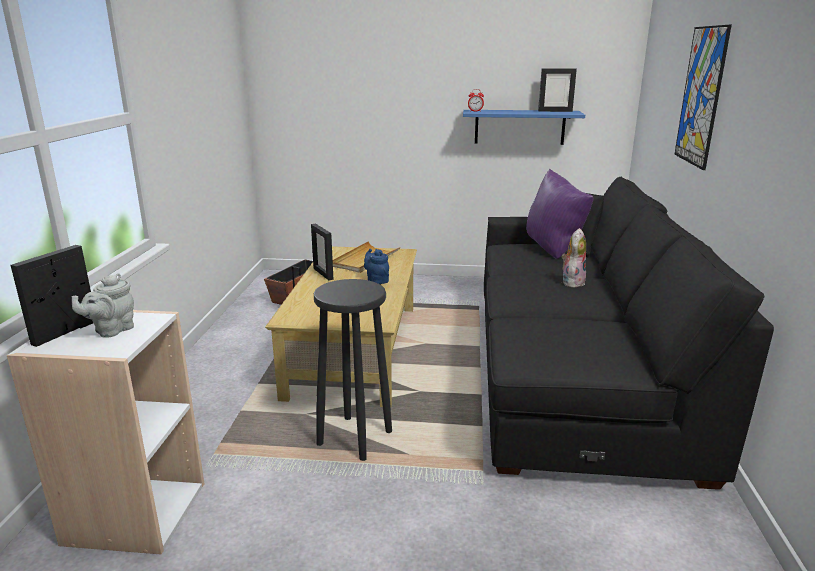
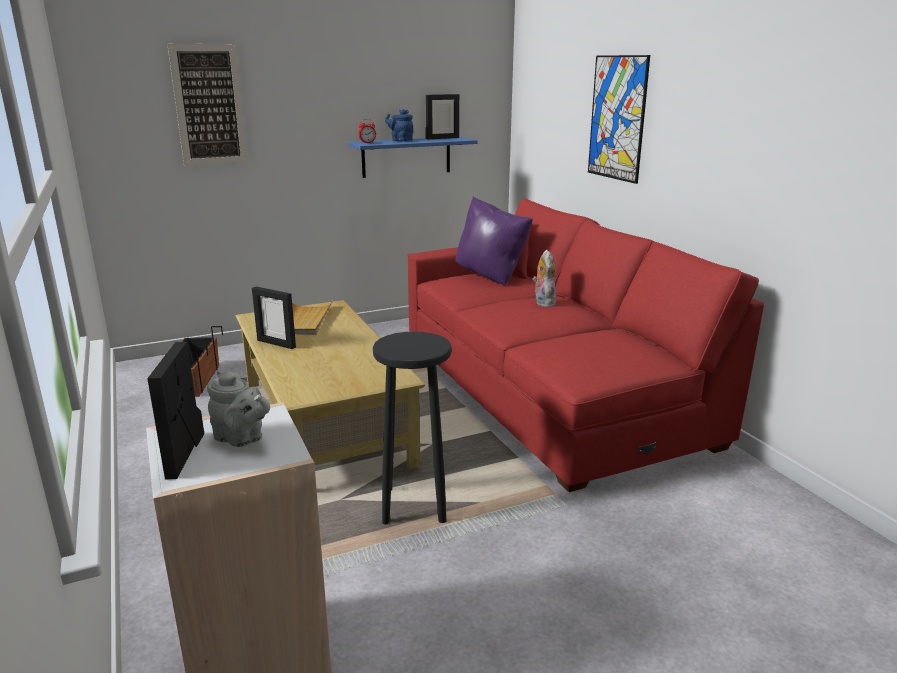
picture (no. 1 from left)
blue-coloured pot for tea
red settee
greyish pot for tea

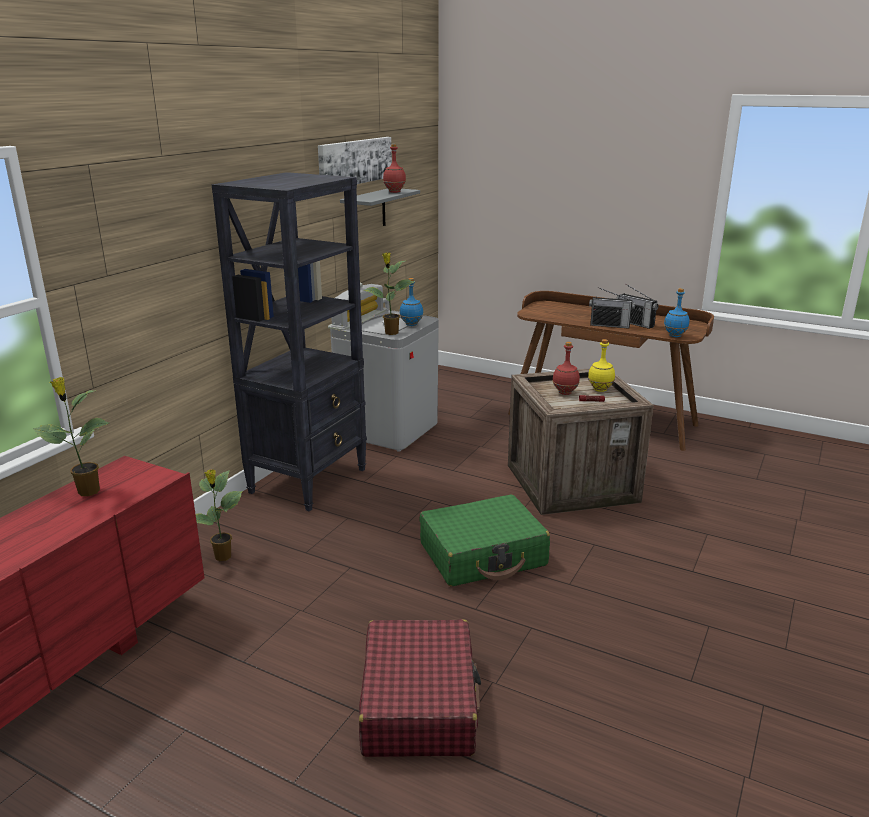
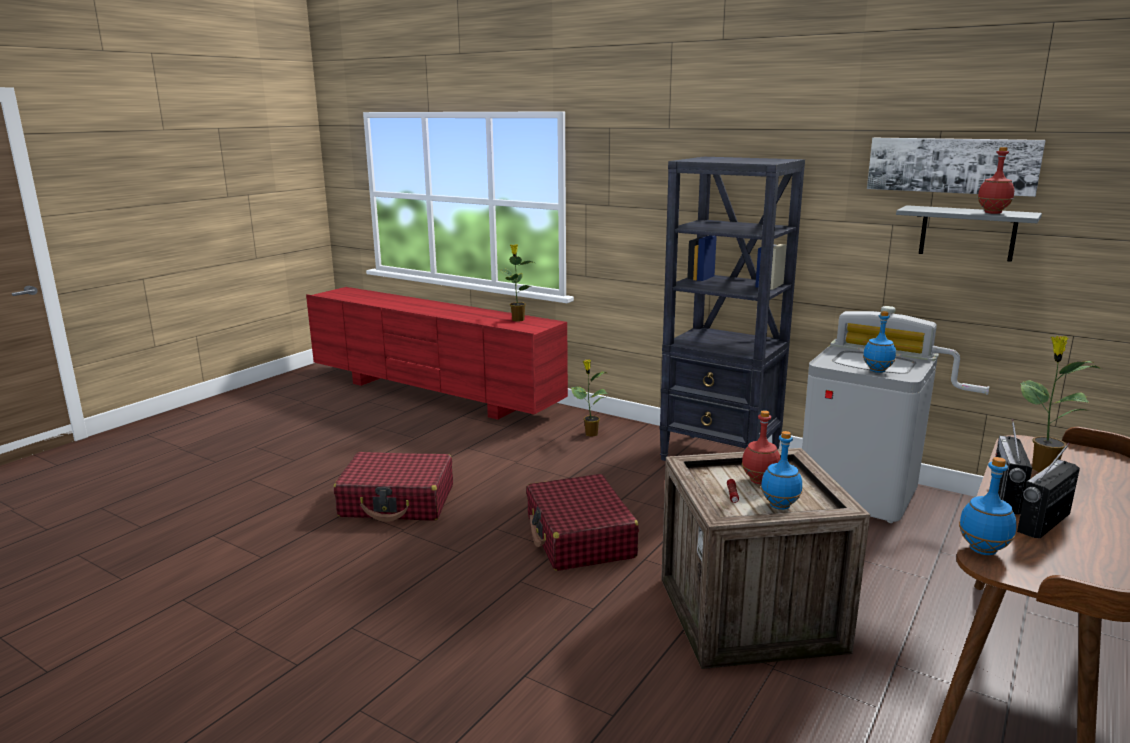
potted plant (no. 3 from left)
red travel case (no. 2 from left)
blue-coloured drink bottle (no. 1 from left)

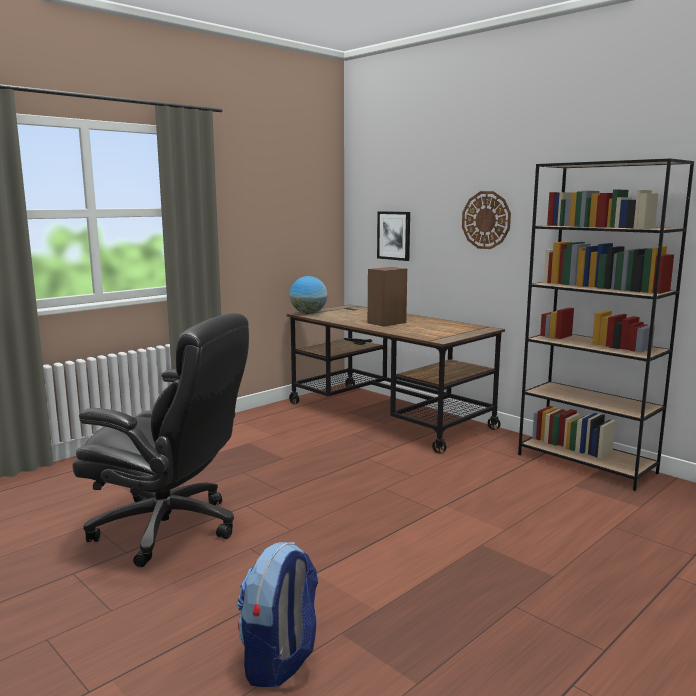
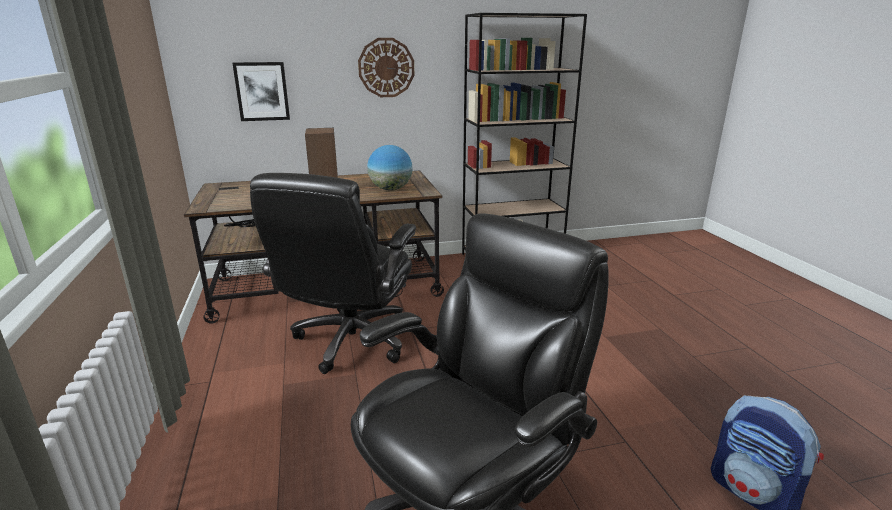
blackish computer chair (no. 1 from left)
world globe

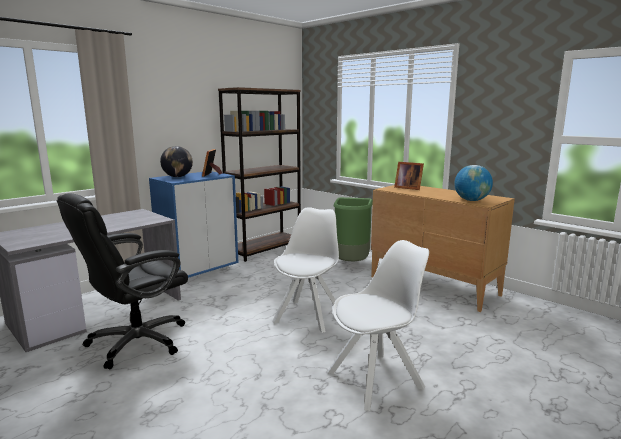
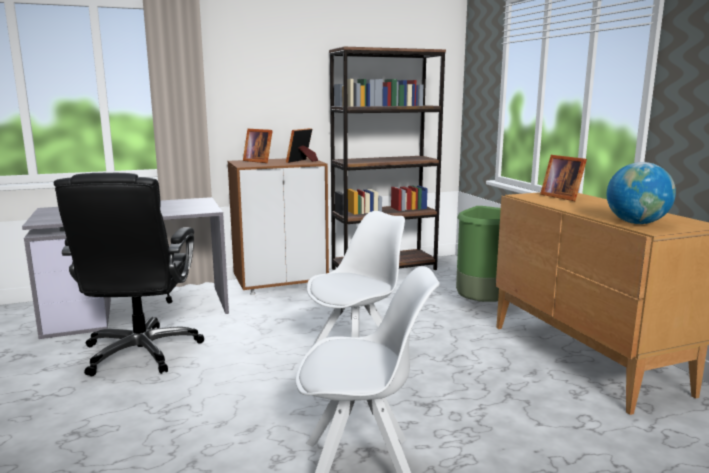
photo frame (no. 1 from left)
brownish cabinet (no. 1 from left)
blackish computer chair

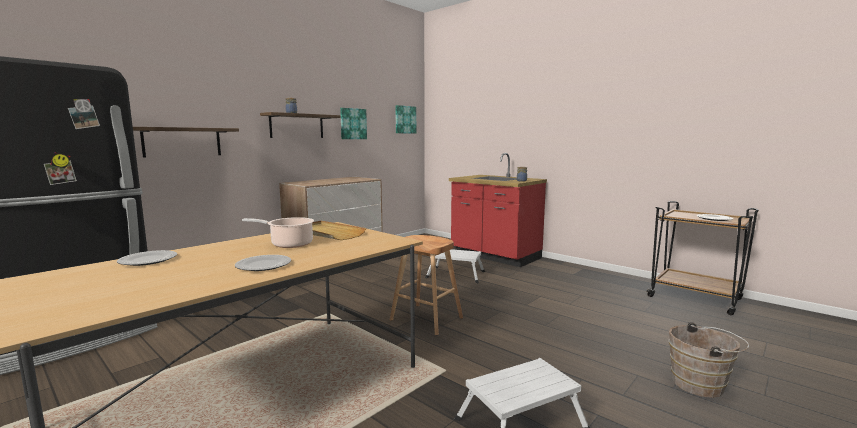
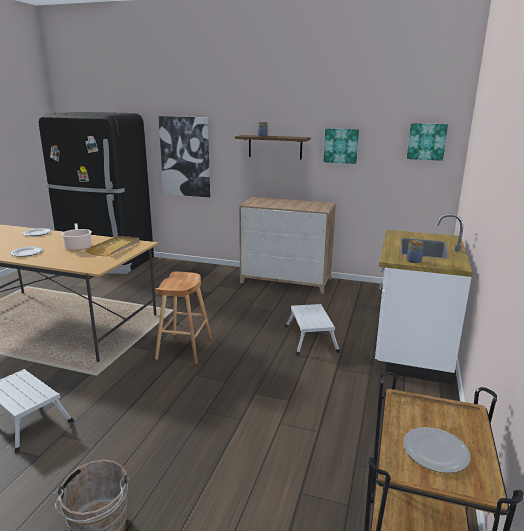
picture (no. 1 from left)
whitish kitchen base unit

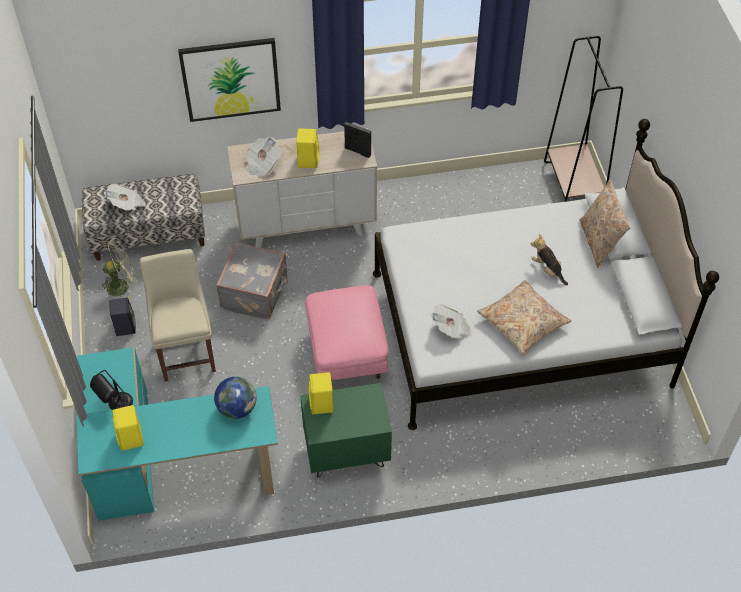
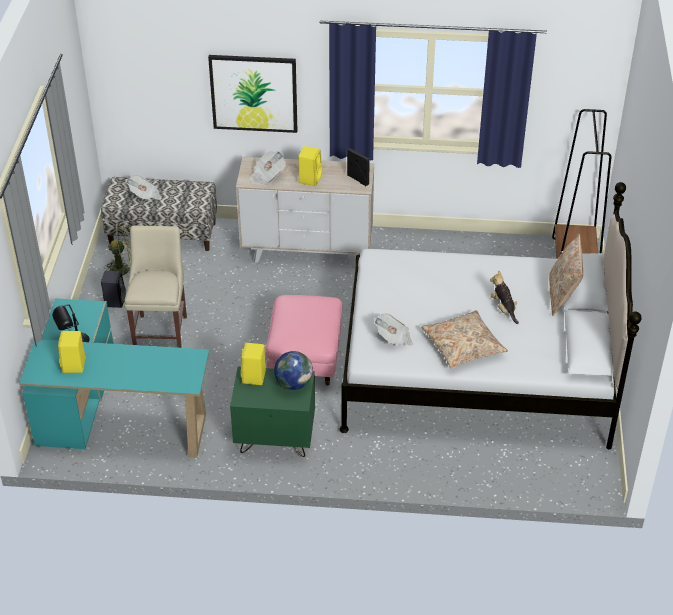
greyish travel case
world globe

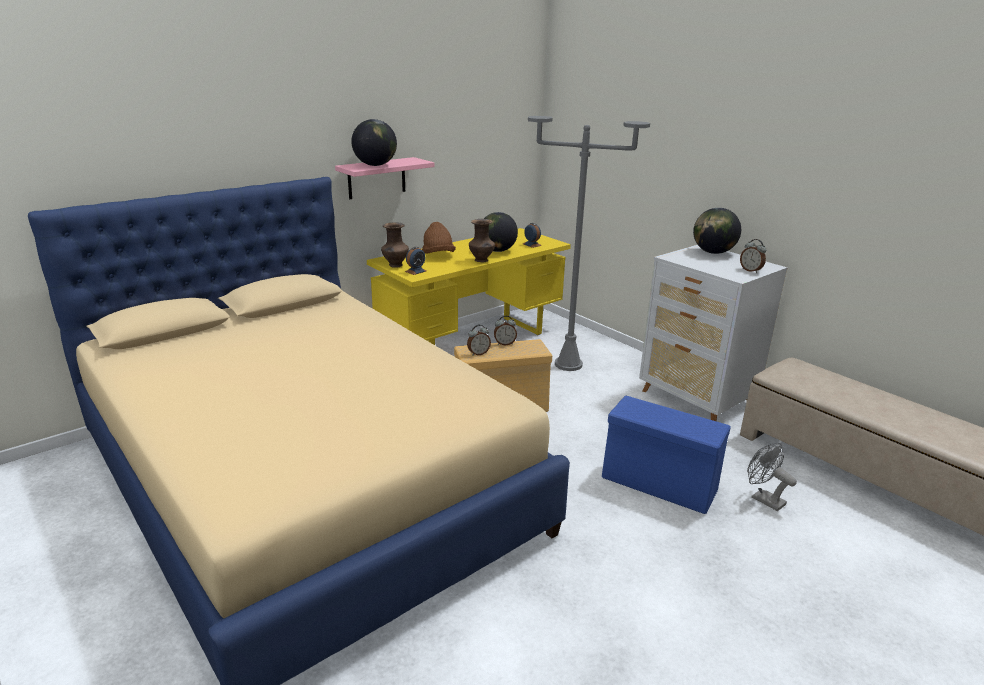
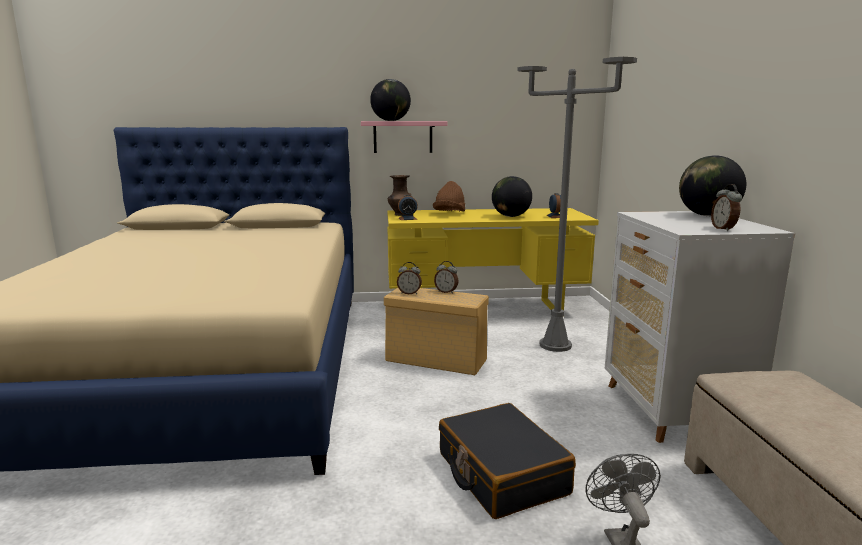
brownish flower vase (no. 2 from left in the first image)
blackish travel case

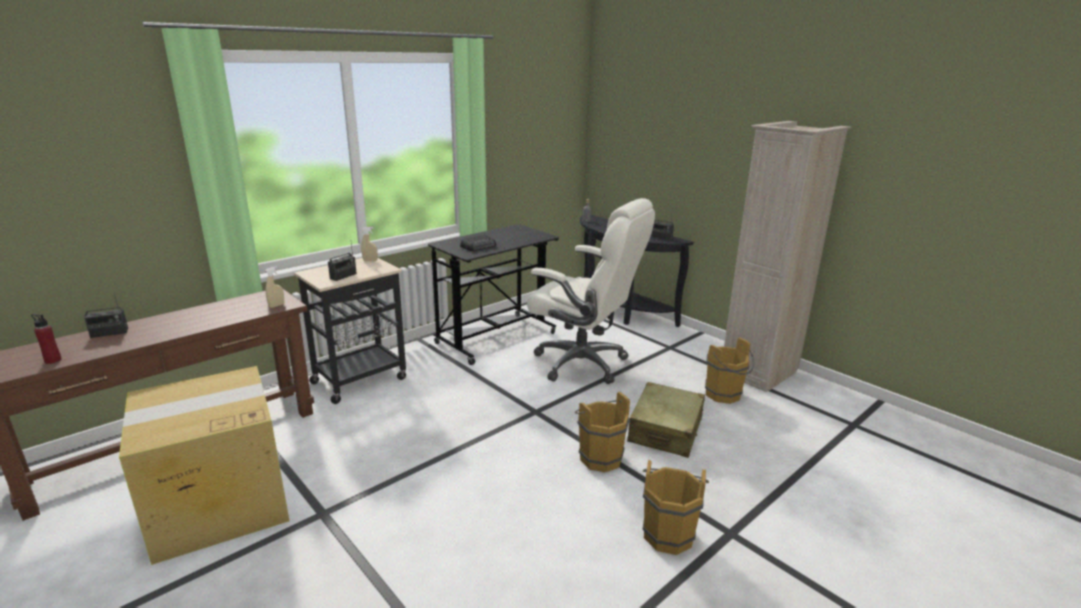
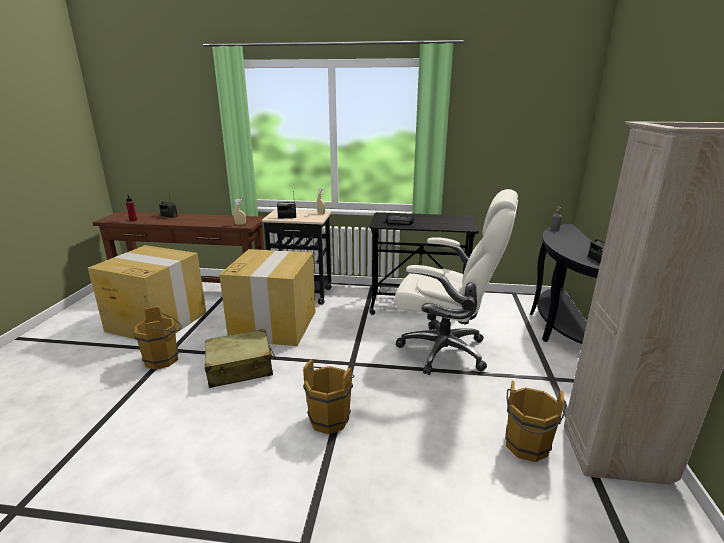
carton (no. 2 from left)
beige-coloured travel case
brownish pail (no. 1 from left)
whitish computer chair

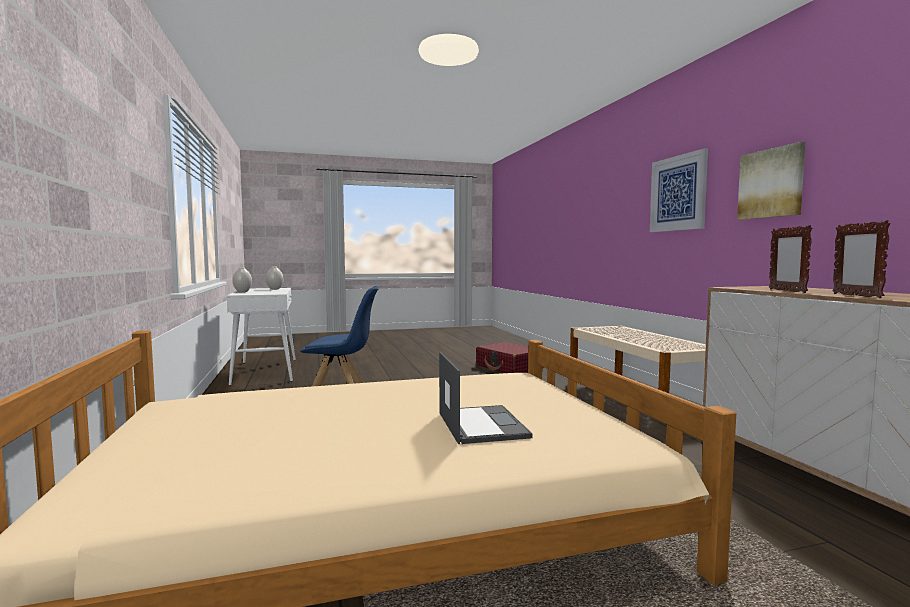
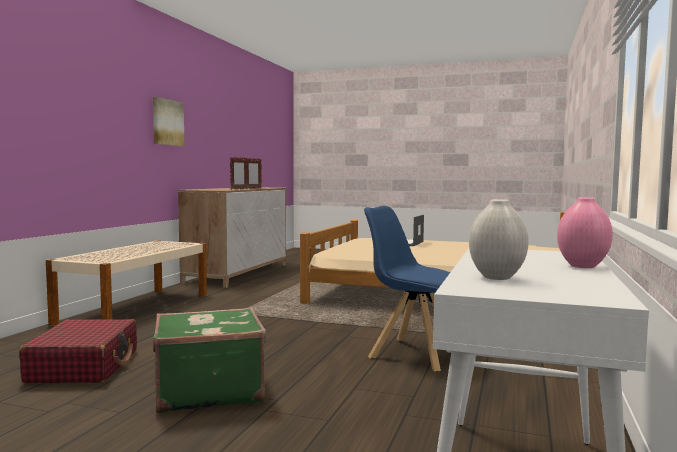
picture (no. 1 from left in the first image)
green-coloured travel case
pinkish flower vase

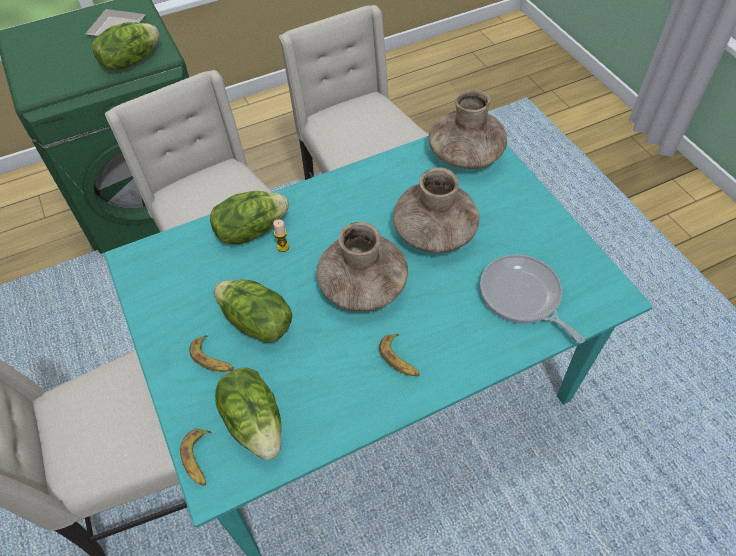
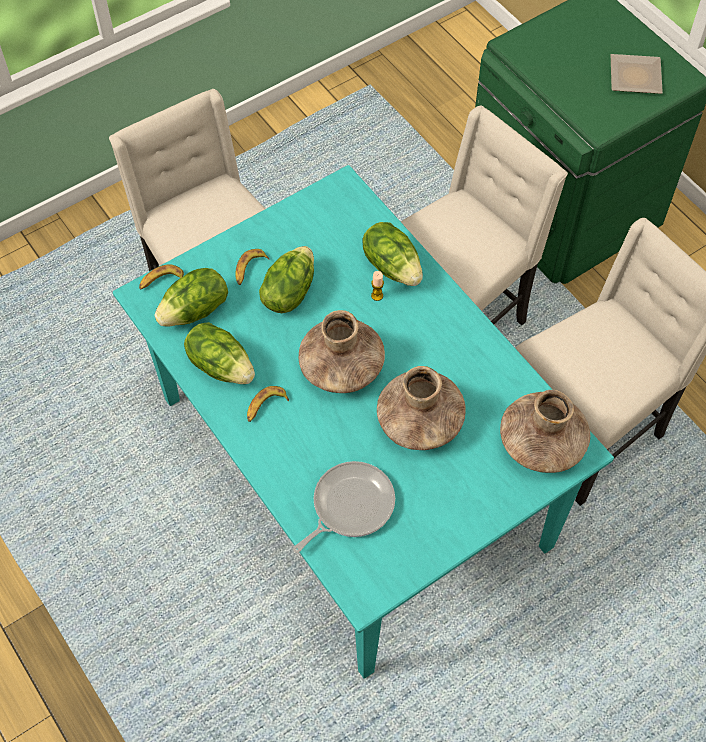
head of lettuce (no. 2 from left)

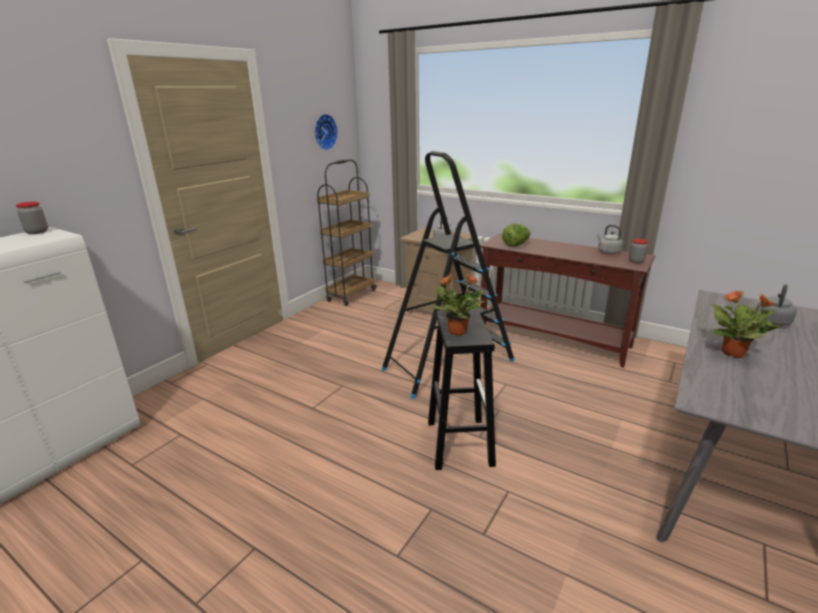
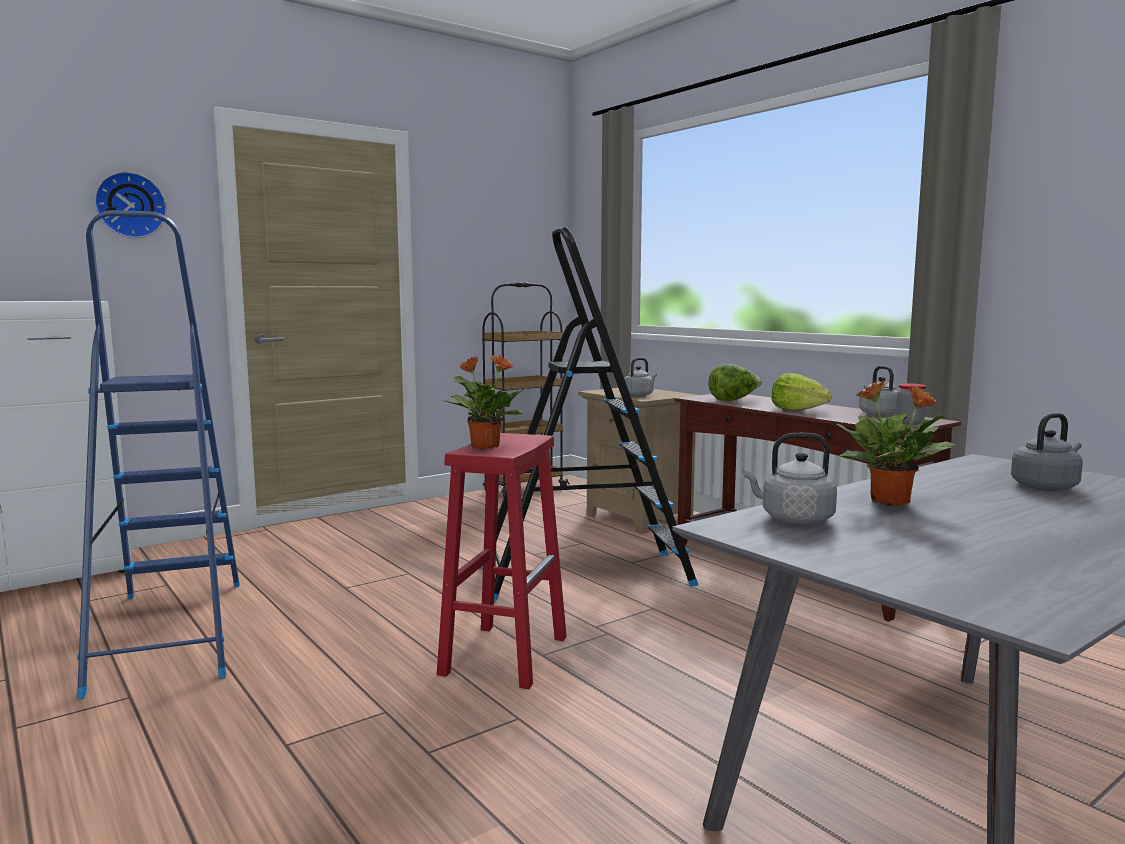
jar (no. 1 from left in the first image)
blue-coloured step stool
greyish tea kettle (no. 2 from left)
head of lettuce (no. 2 from left)
wall clock
red sitting stool

